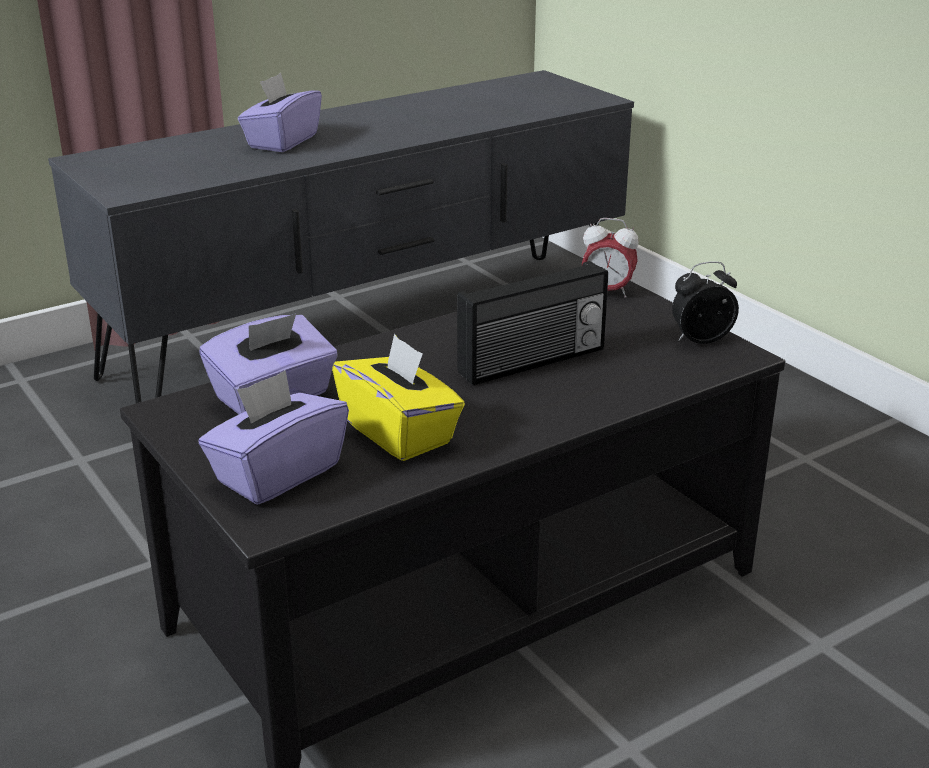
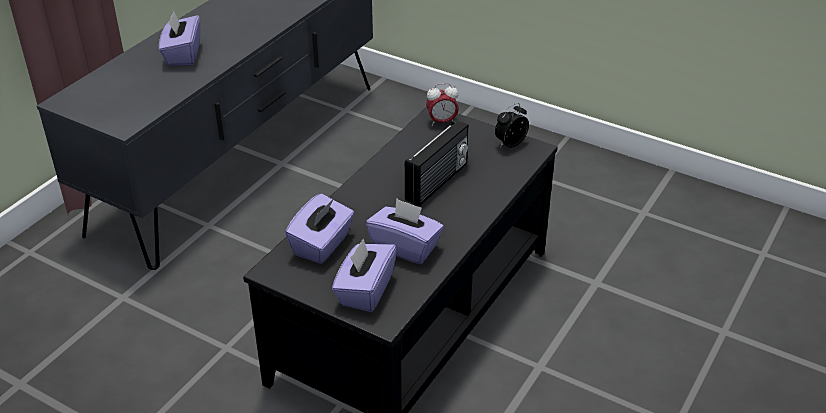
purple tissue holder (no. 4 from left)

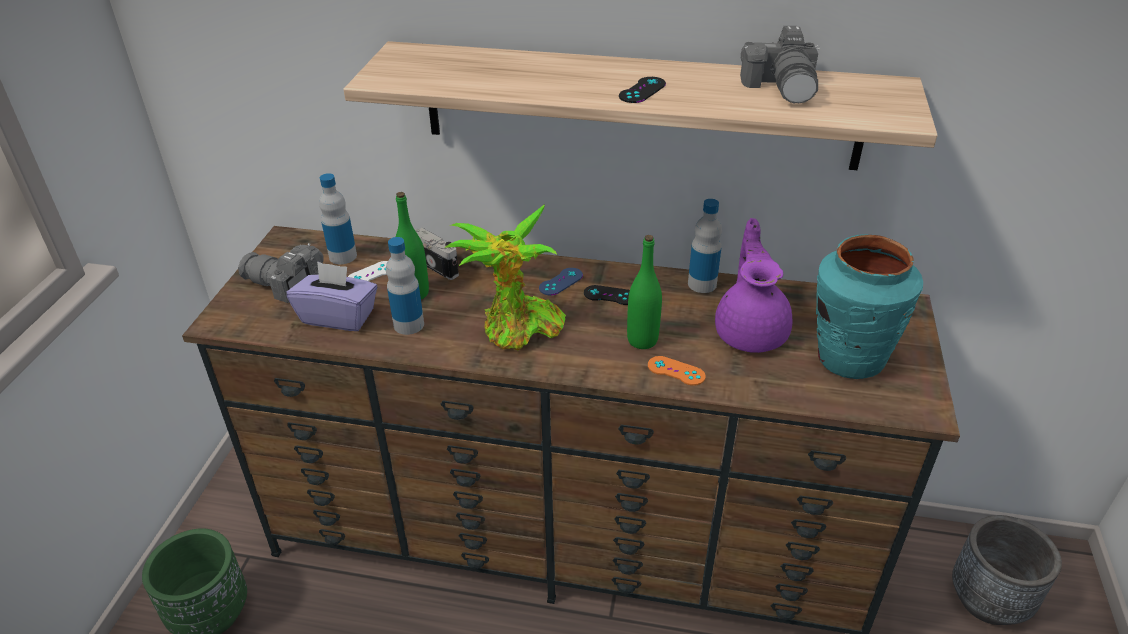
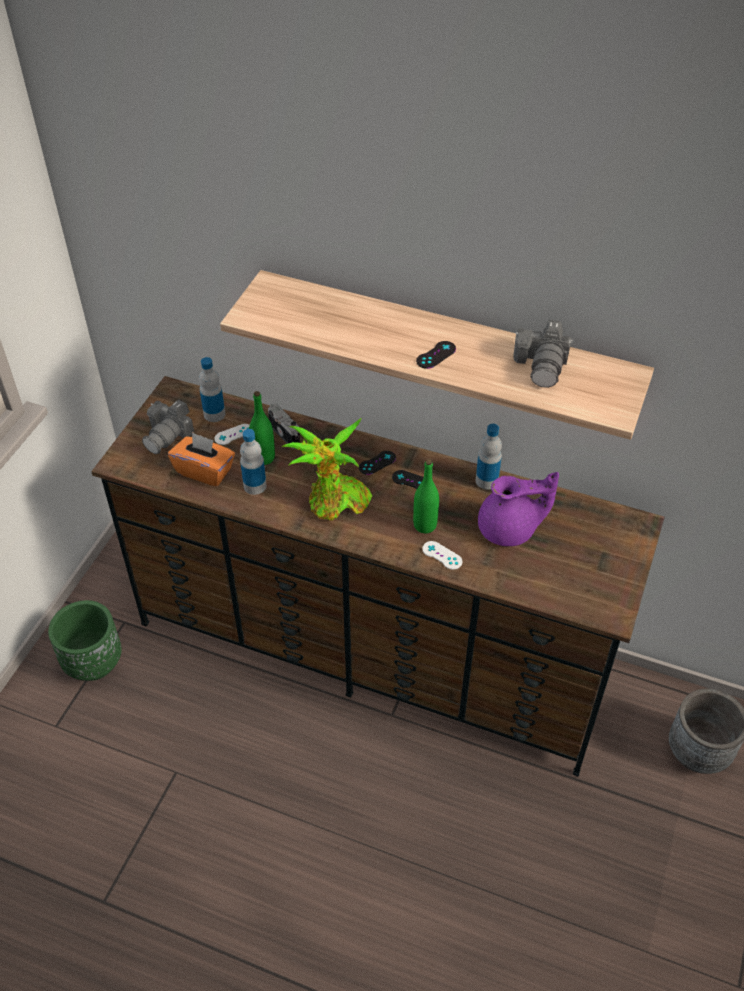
blue-green flower vase
orange tissue holder
blackish game controller (no. 1 from left)
whitish game controller (no. 2 from left)
still camera (no. 1 from left)
purple pot for tea

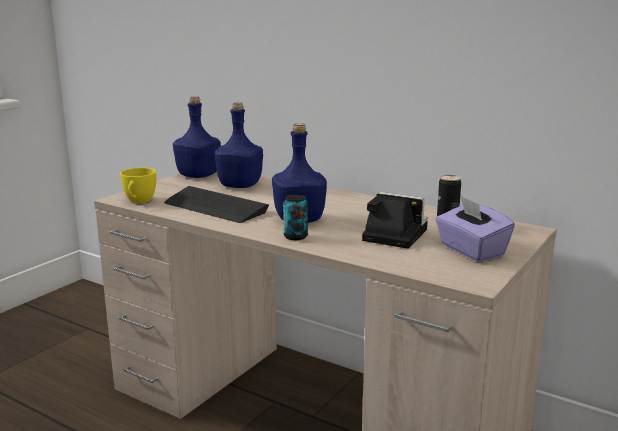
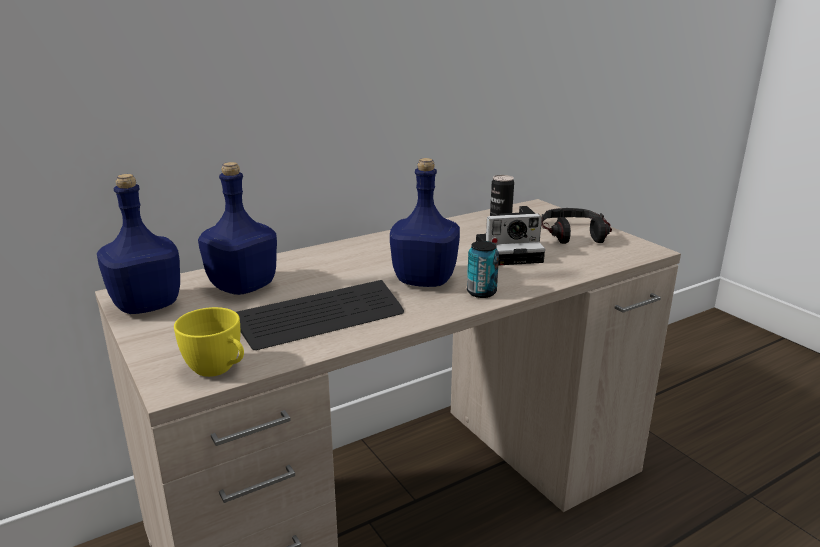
headset
still camera

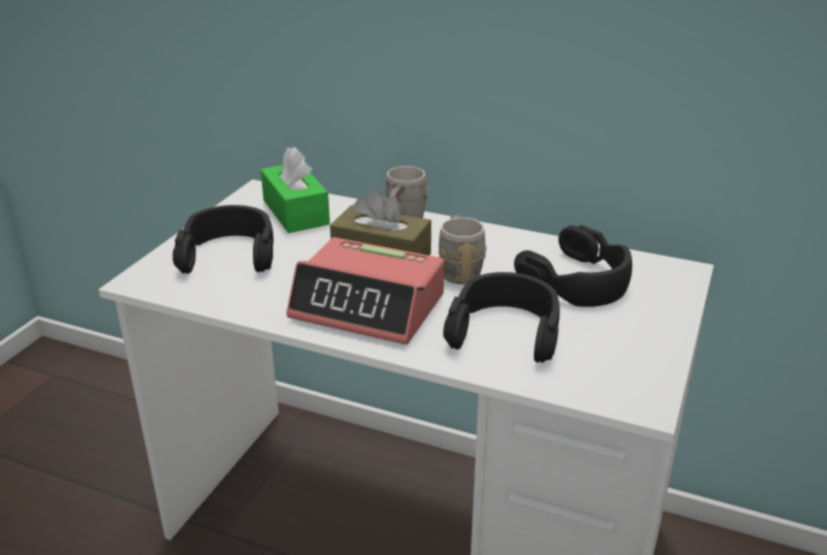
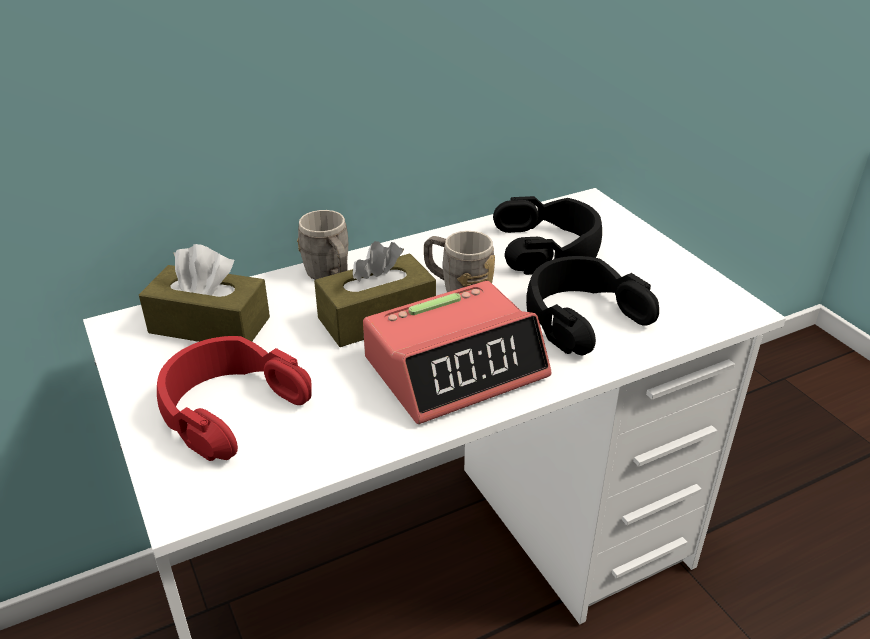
red headset
brownish tissue holder (no. 1 from left)

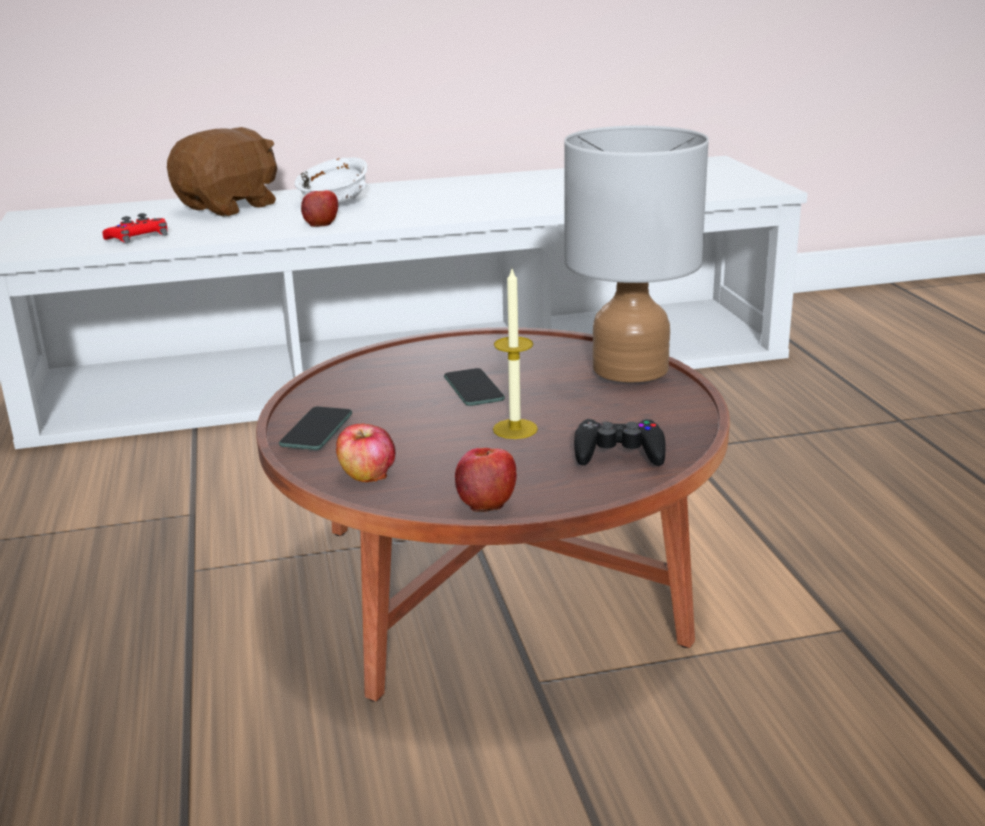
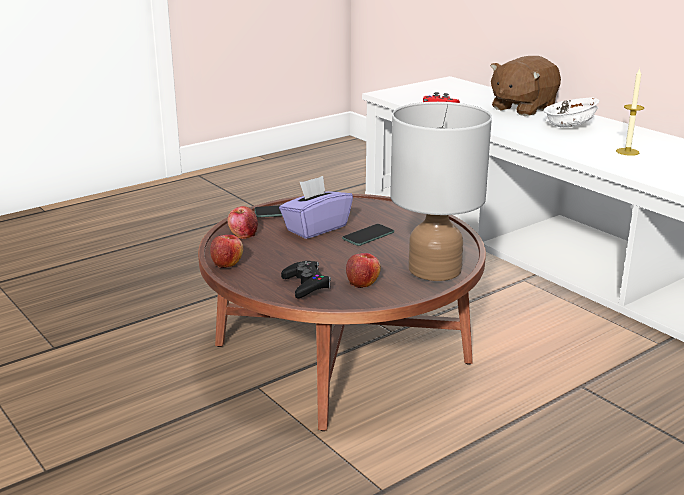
purple tissue holder
whole apple (no. 3 from left)
wax candle
brownish cuddly toy

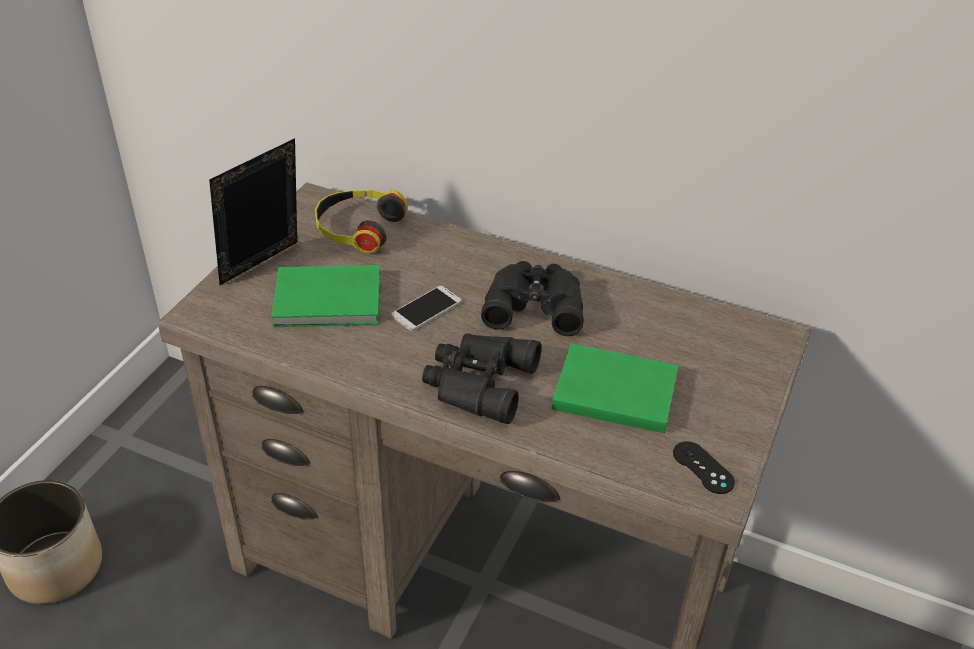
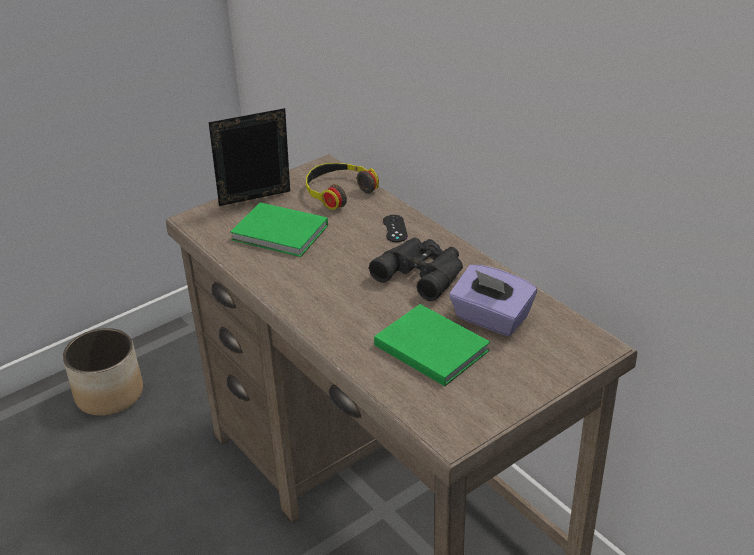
phone
blackish pair of binoculars (no. 1 from left in the first image)
purple tissue holder
blackish game controller

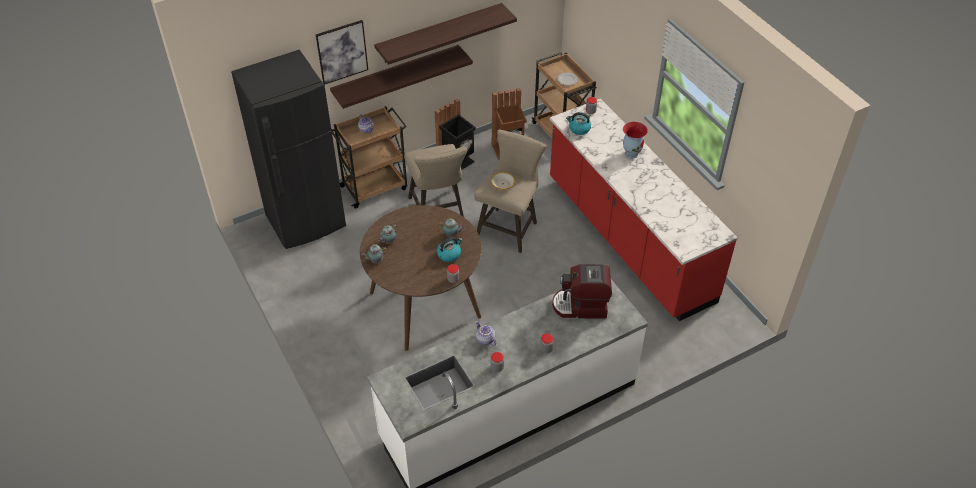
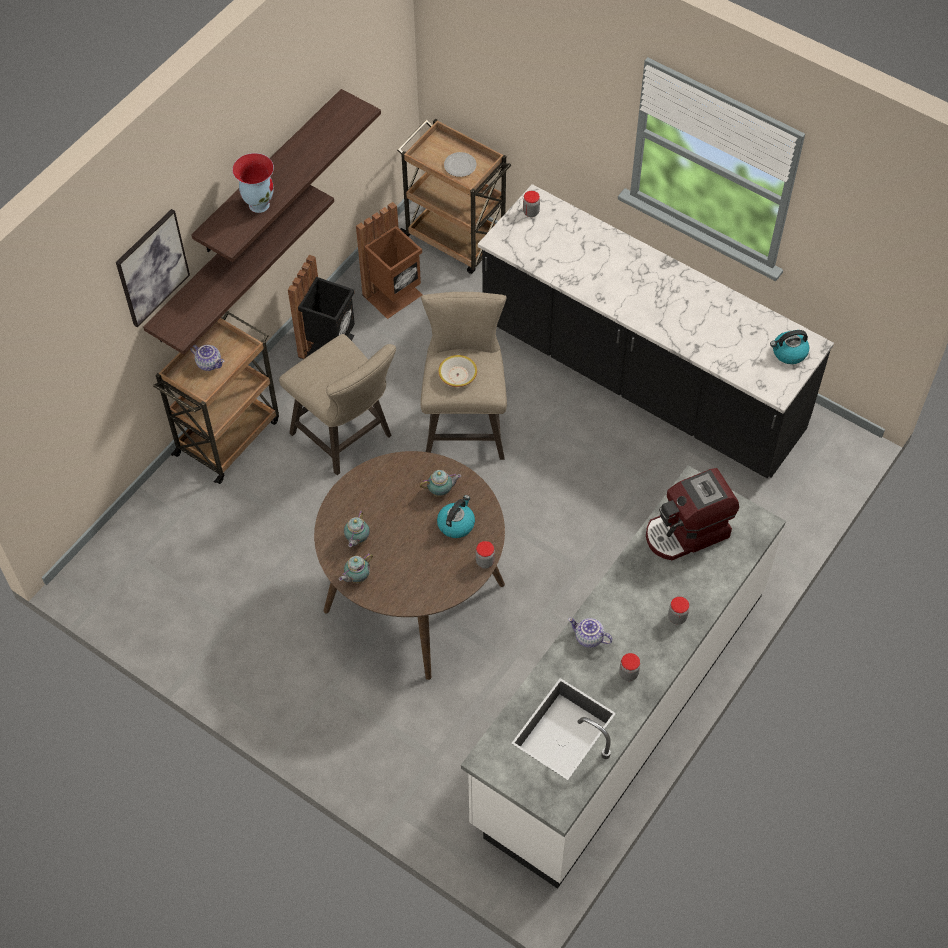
blackish kitchen fridge
tea kettle (no. 2 from left)
flower vase
blackish kitchen base unit

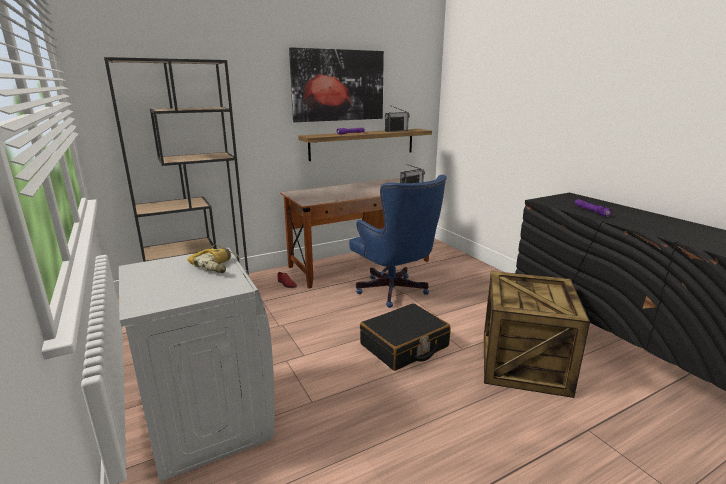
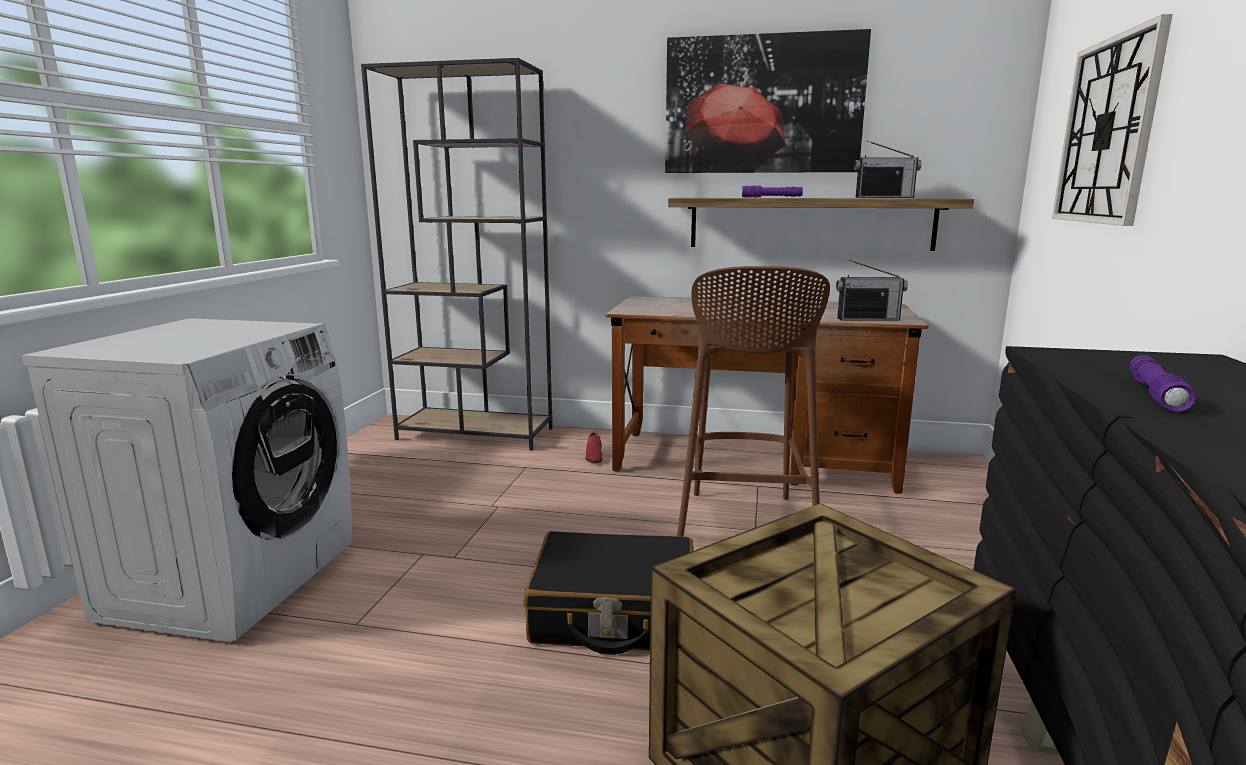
electric drill
wall clock
brownish sitting stool

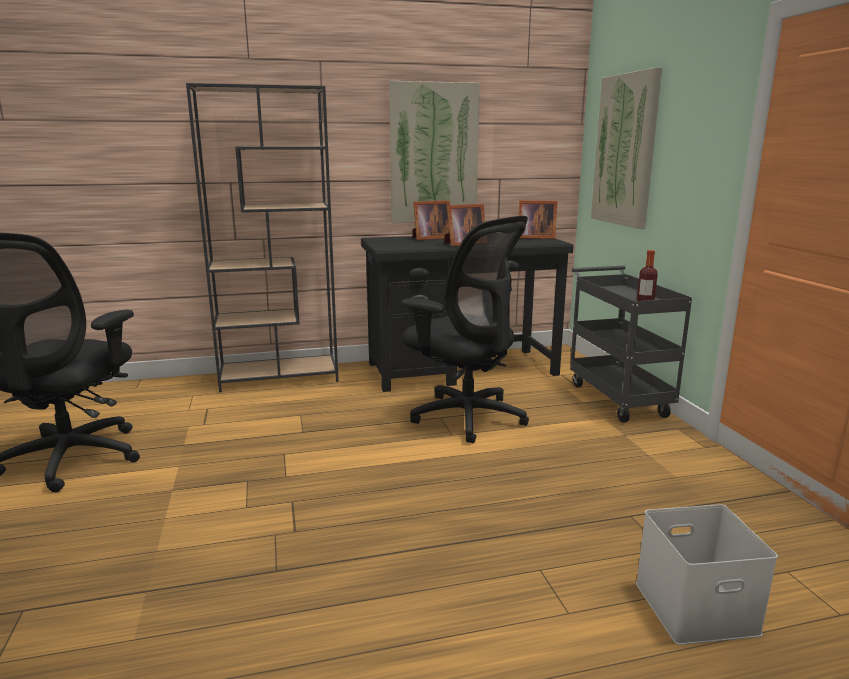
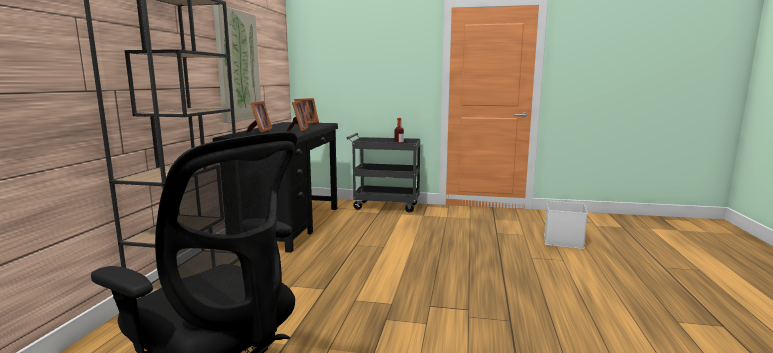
blackish computer chair (no. 2 from left in the first image)
picture (no. 2 from left in the first image)

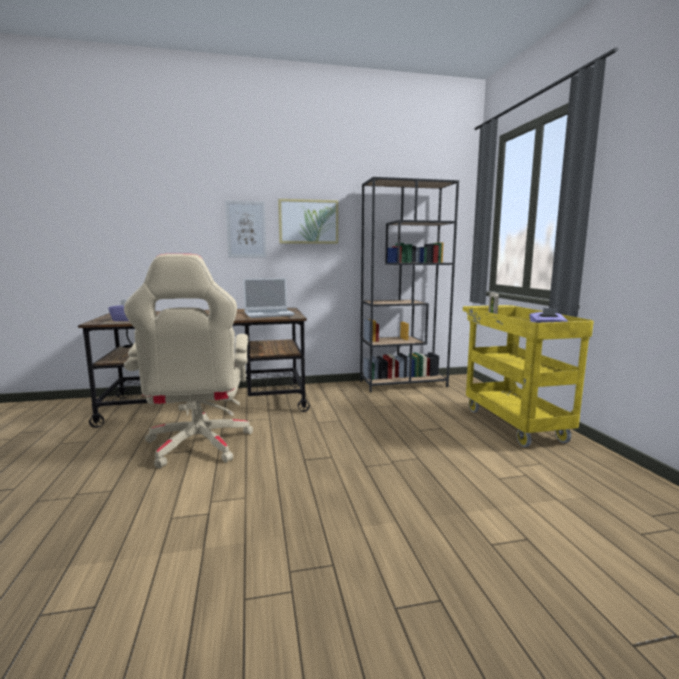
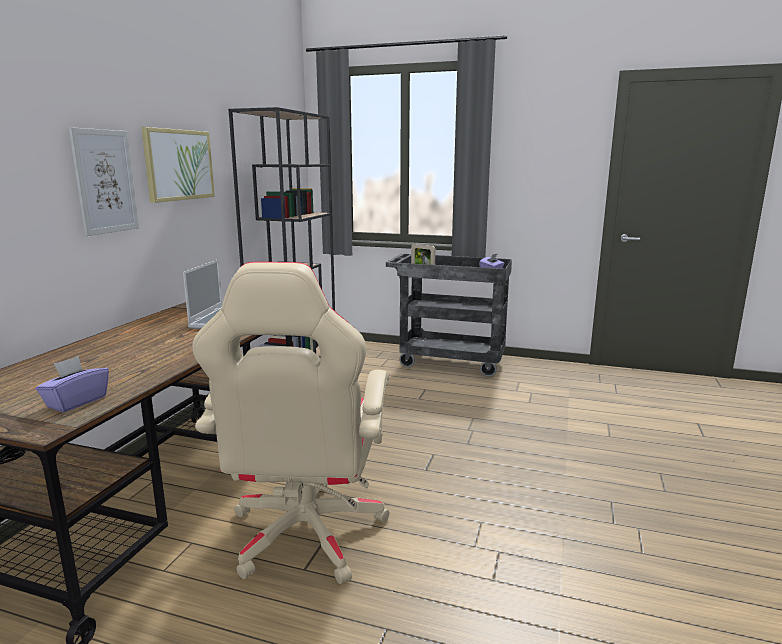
blackish trolley
beige-coloured computer chair

